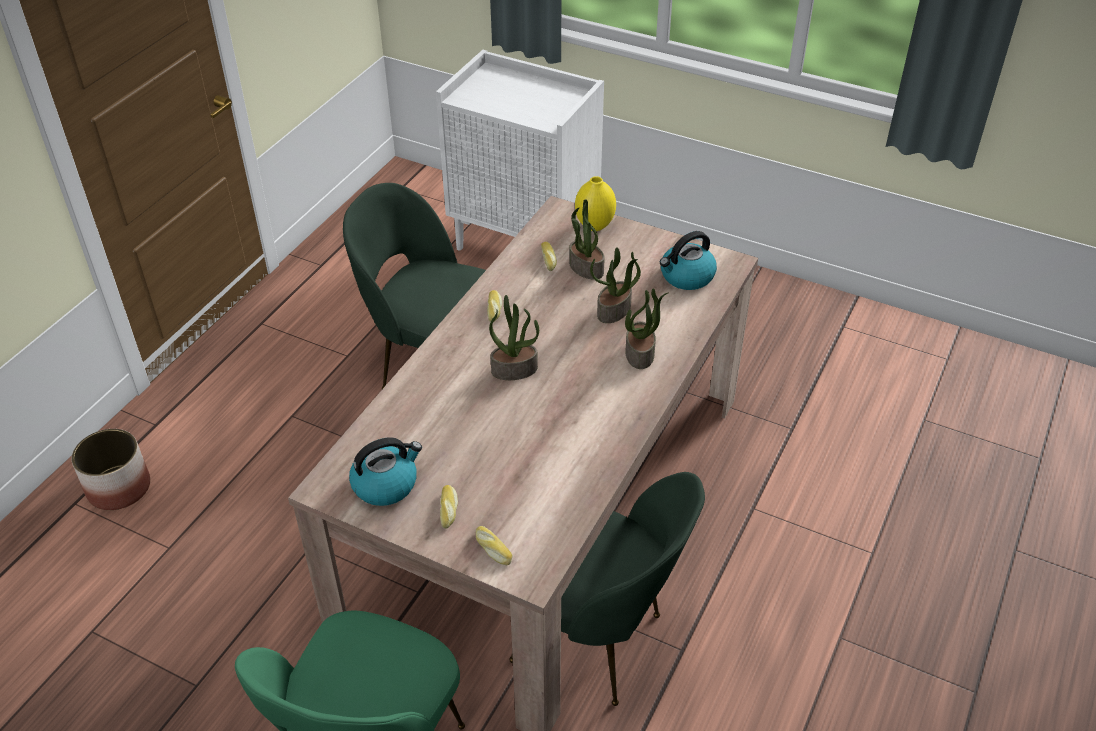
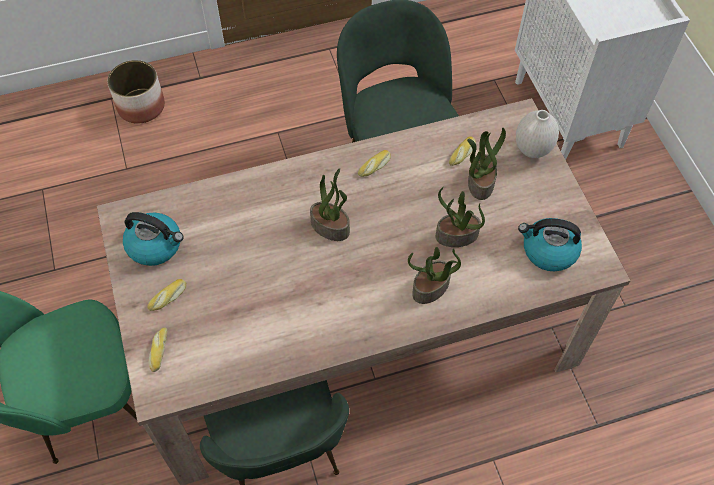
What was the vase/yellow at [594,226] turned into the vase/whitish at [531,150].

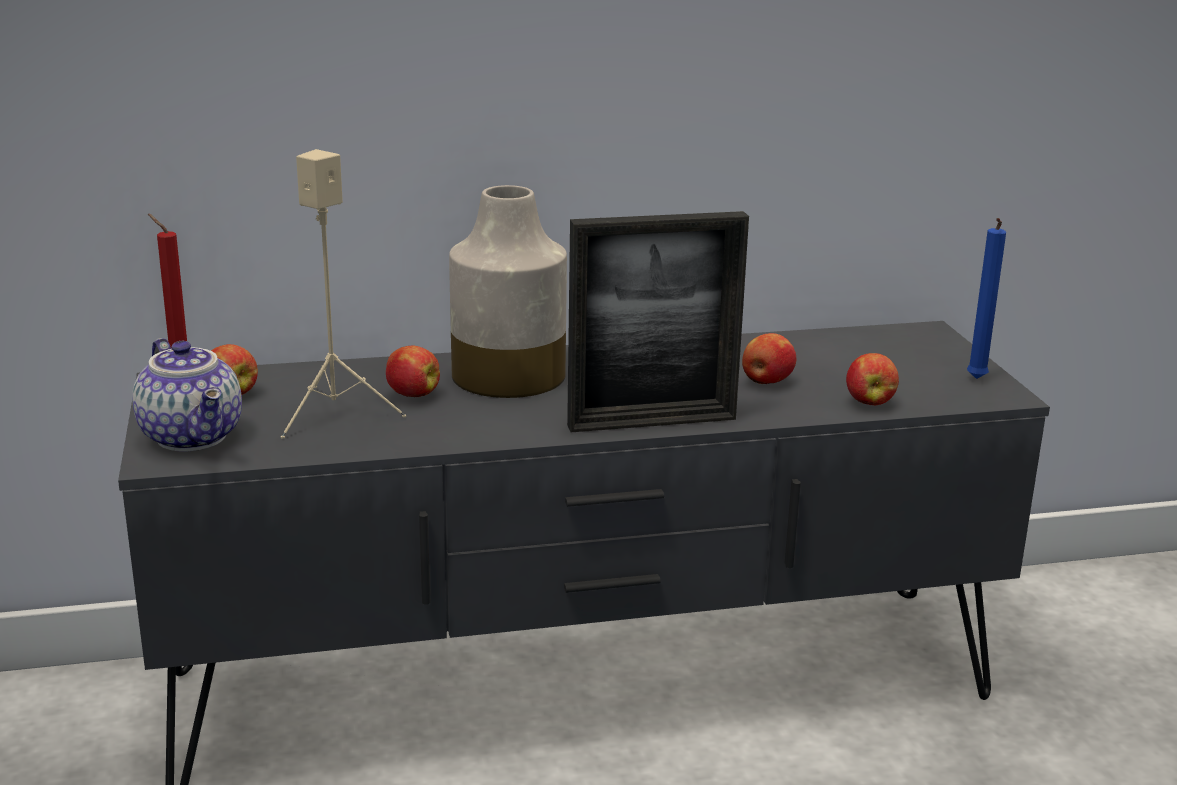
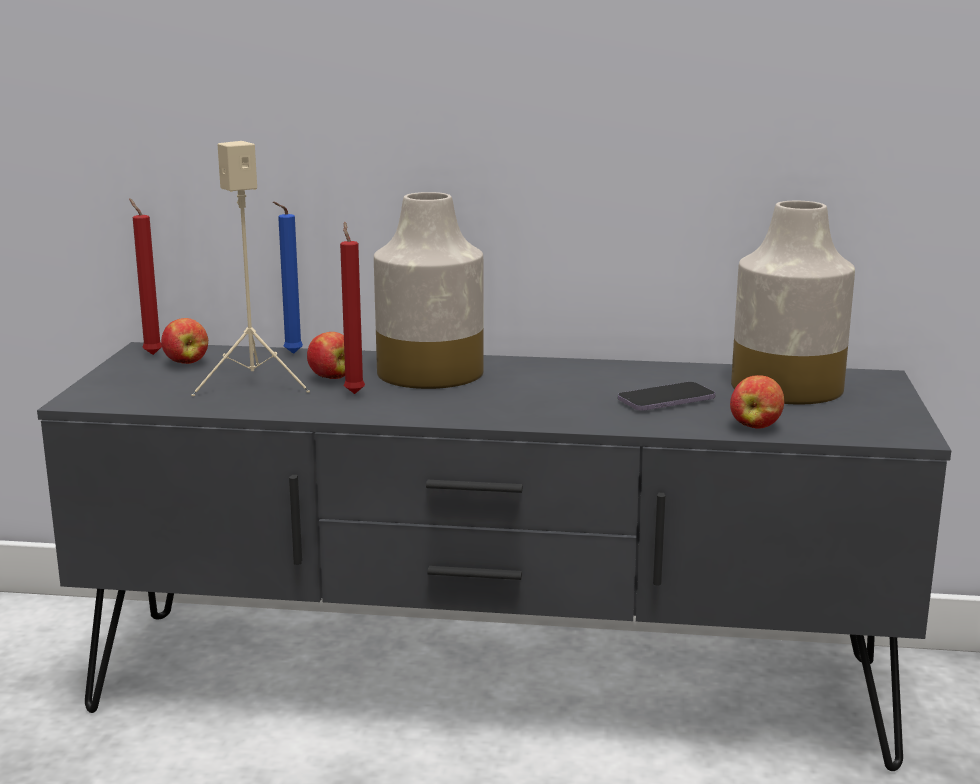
The second view lost the standing frame at [652,422]. The candle/blue ended up elsewhere, having gone from [975,380] to [290,354]. Where the whole apple stood at [766,382], the phone came to stand at [666,400]. The second view lost the tea pot at [194,437]. The second view gained the vase/sand-coloured at [785,385]. The second view gained the candle/red at [354,392].

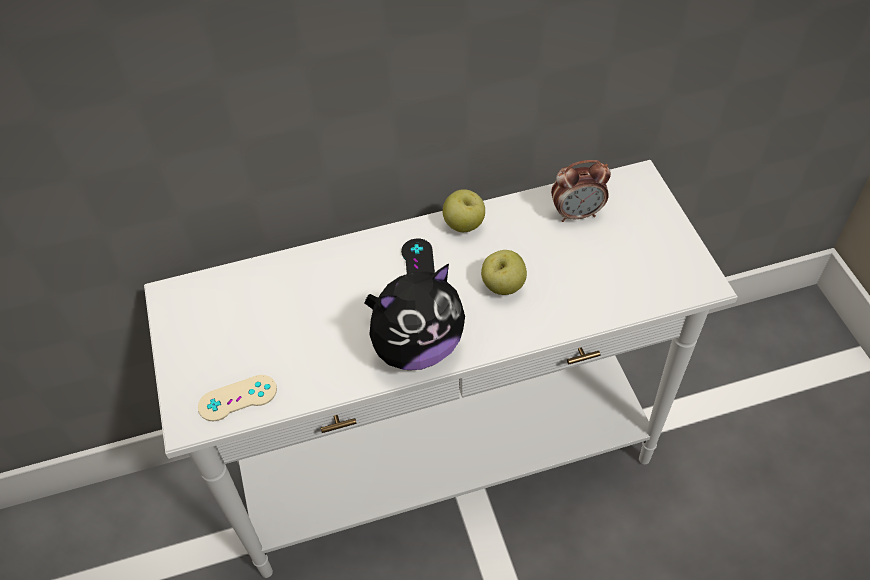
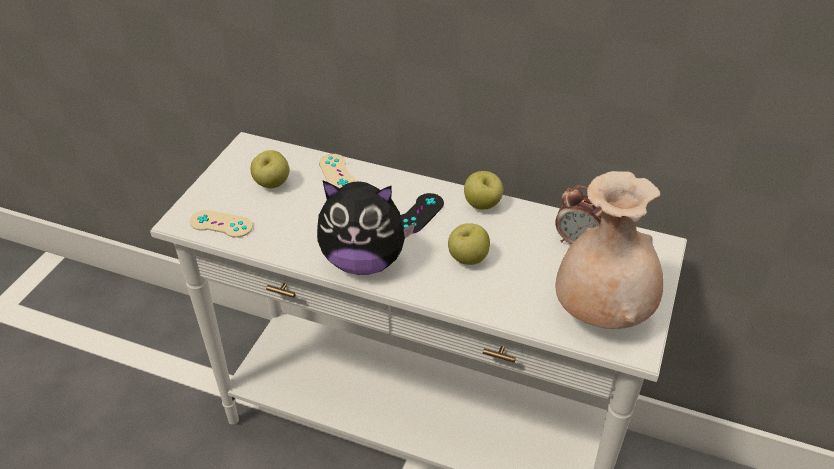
The second view gained the whole apple at [272,184]. The second view gained the gamepad/sand-coloured at [337,173]. The second view gained the vase/sand-coloured at [601,313].

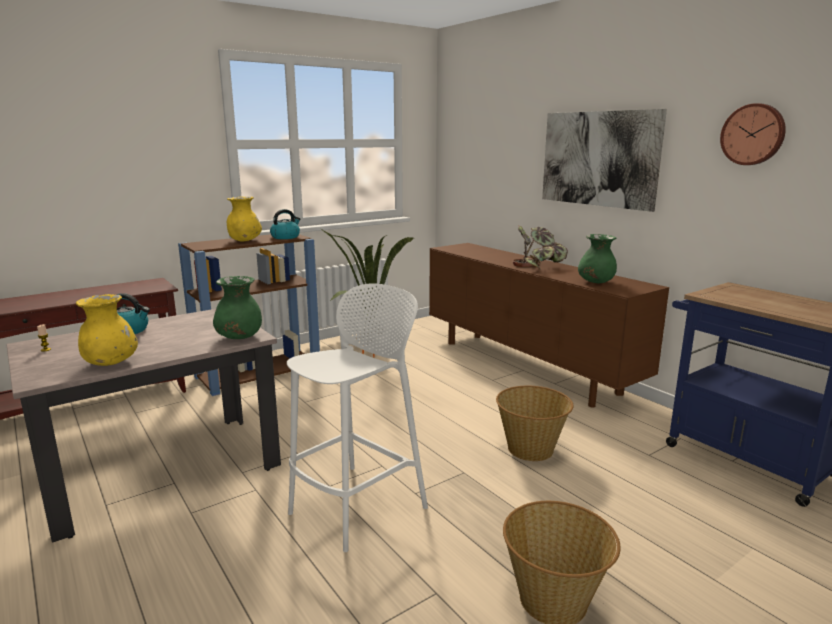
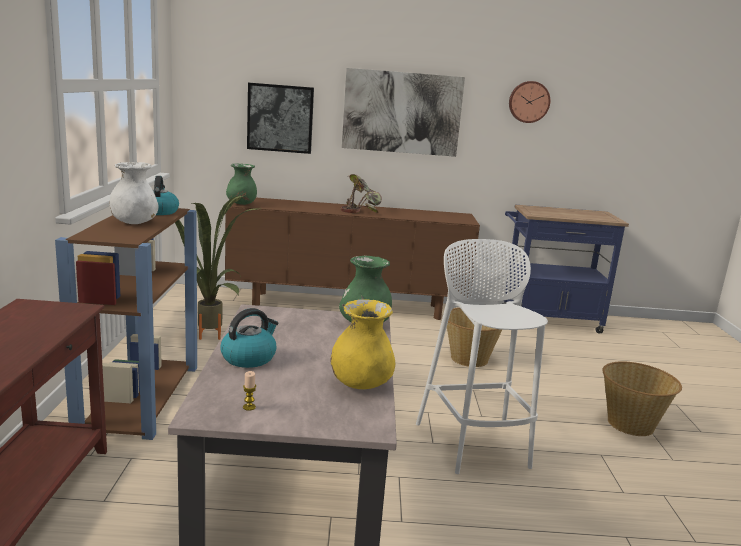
What was the vase/yellow at [244,240] turned into the vase/whitish at [134,223]. The vase/green ended up elsewhere, having gone from [595,282] to [241,204]. The second view gained the picture at [280,118].

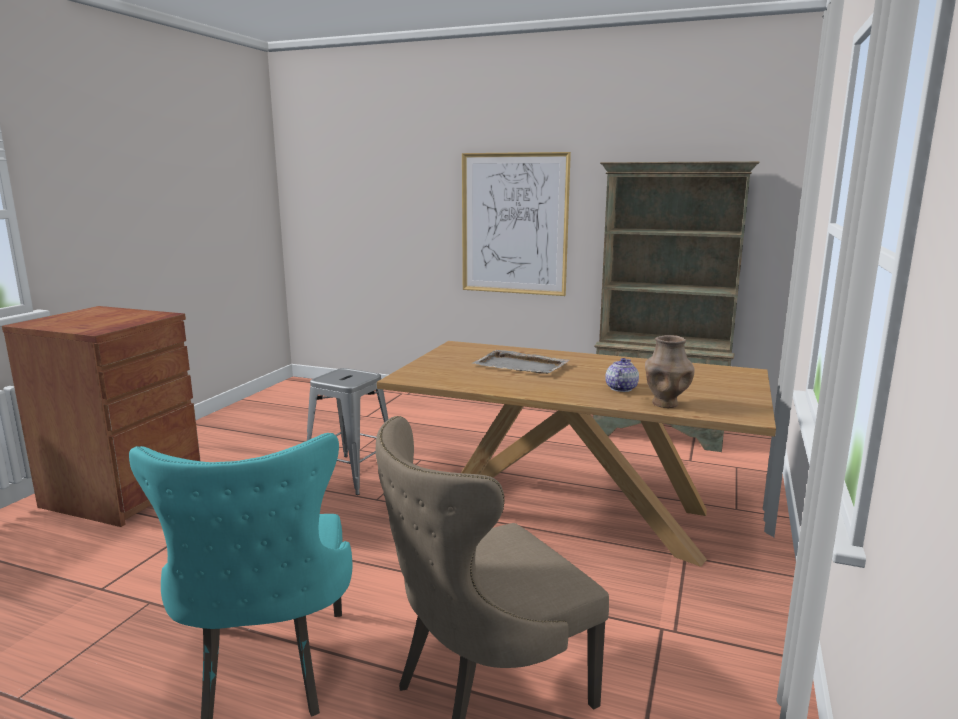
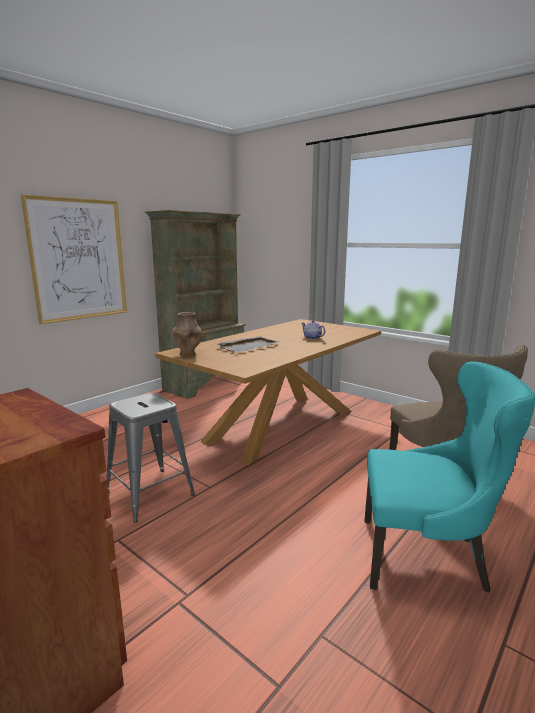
The vase/brownish ended up elsewhere, having gone from [665,404] to [188,354].

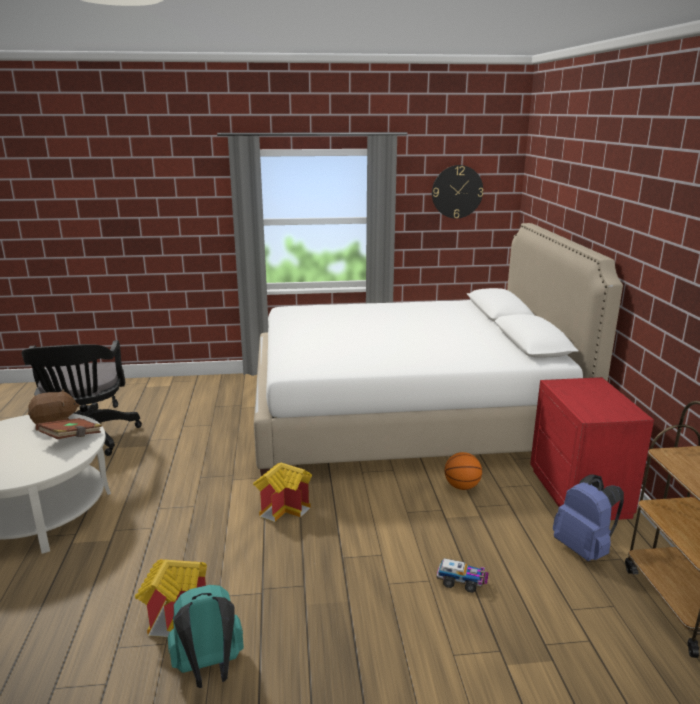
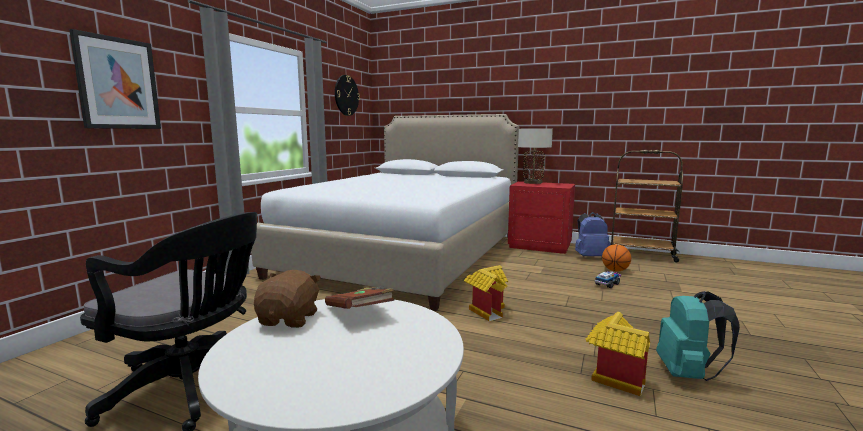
The basketball ball ended up elsewhere, having gone from [462,486] to [615,270]. The second view gained the picture at [118,83]. The second view gained the lamp for a table at [533,182].

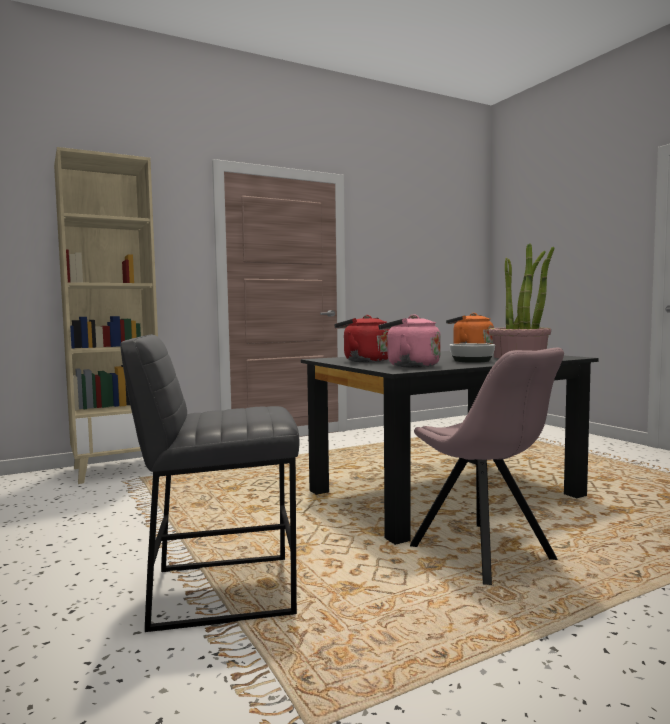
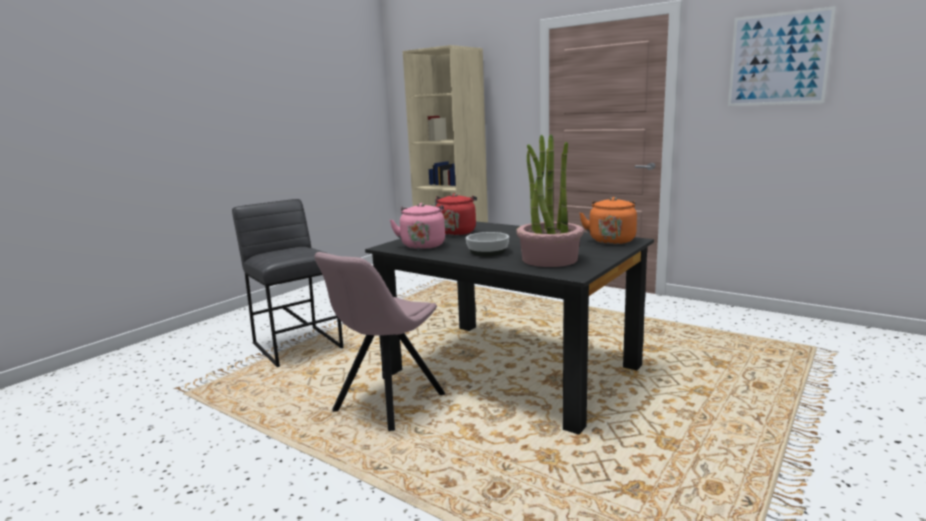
The second view gained the picture at [778,59].

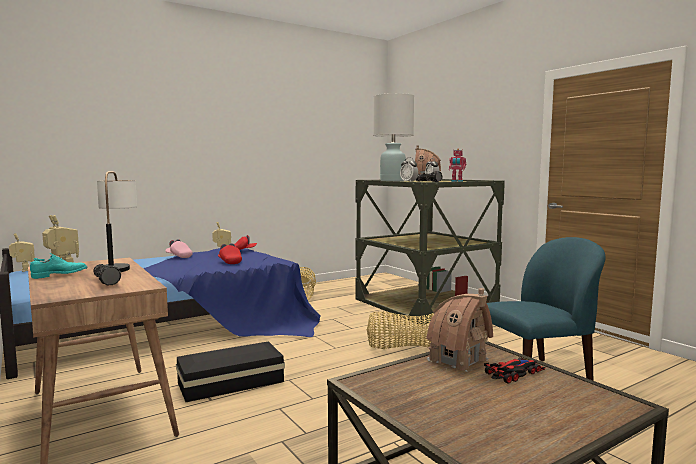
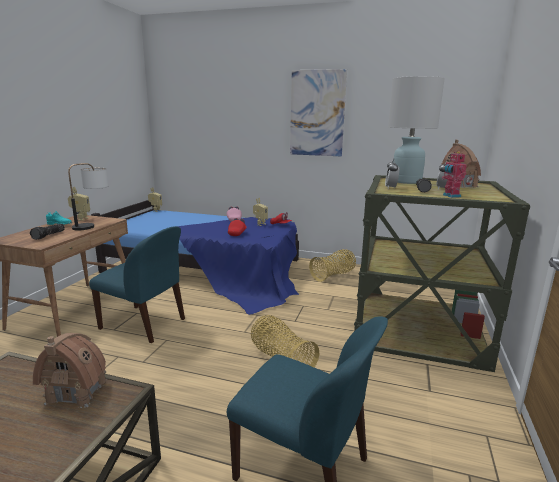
Where the storage box/black stood at [232,382], the upright chair/blue came to stand at [144,324]. The second view lost the toy car at [515,373]. The second view gained the picture at [317,113].

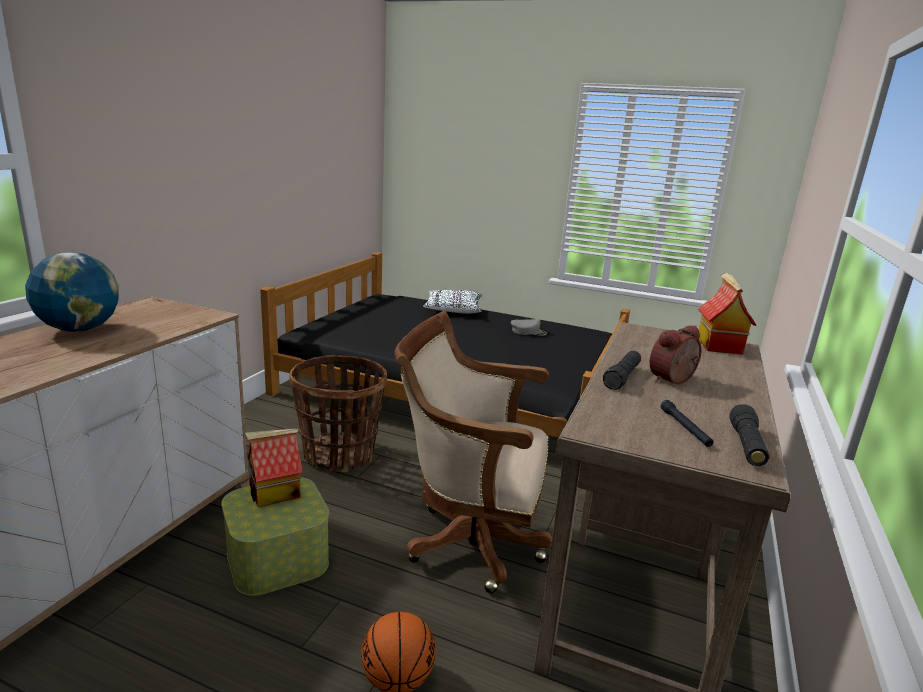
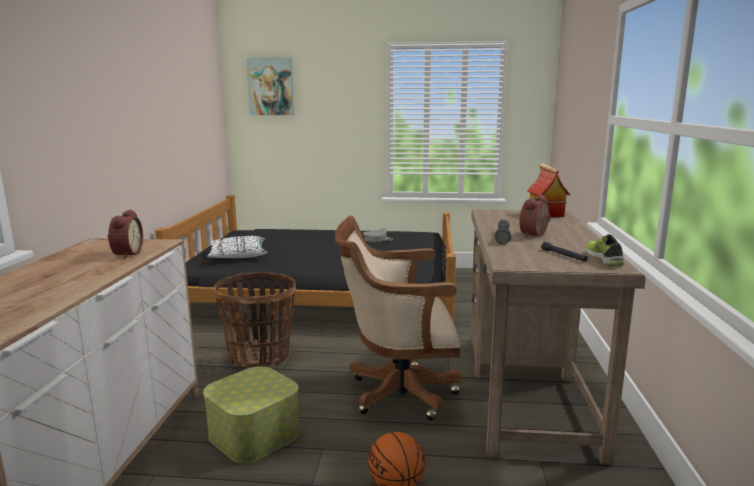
The second view lost the desk globe at [79,329]. The cushion/whitish ended up elsewhere, having gone from [453,309] to [238,255]. Where the hand torch/black stood at [746,446], the shoe came to stand at [605,258]. The second view lost the miniature house at [274,493]. The second view gained the picture at [271,86]. The second view gained the bedside clock at [126,254].

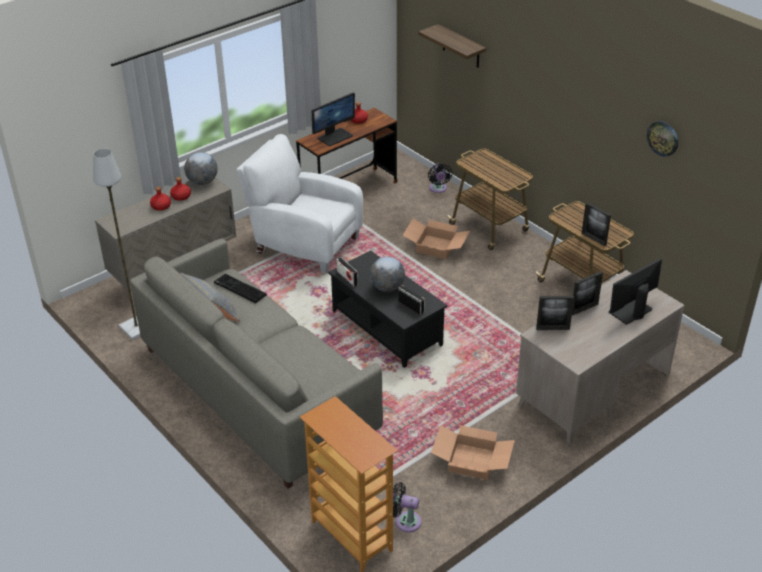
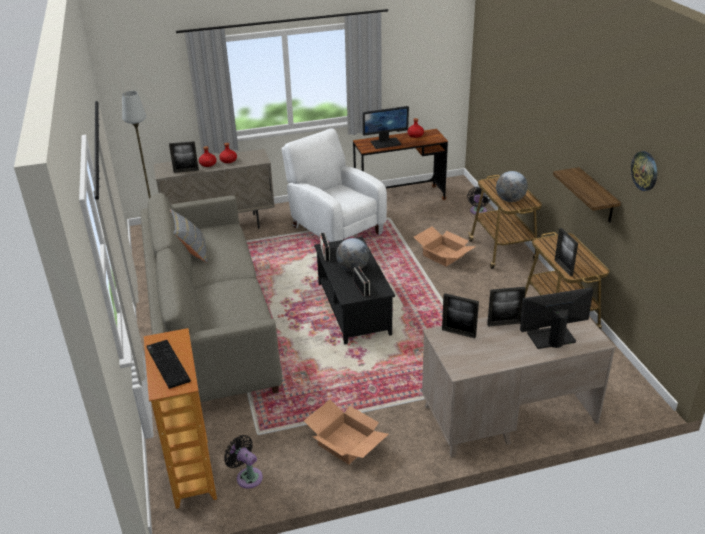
The wall shelf ended up elsewhere, having gone from [461,47] to [597,196]. The desk globe ended up elsewhere, having gone from [202,182] to [510,200]. The computer keyboard ended up elsewhere, having gone from [239,289] to [166,364]. The second view gained the standing frame at [186,171].

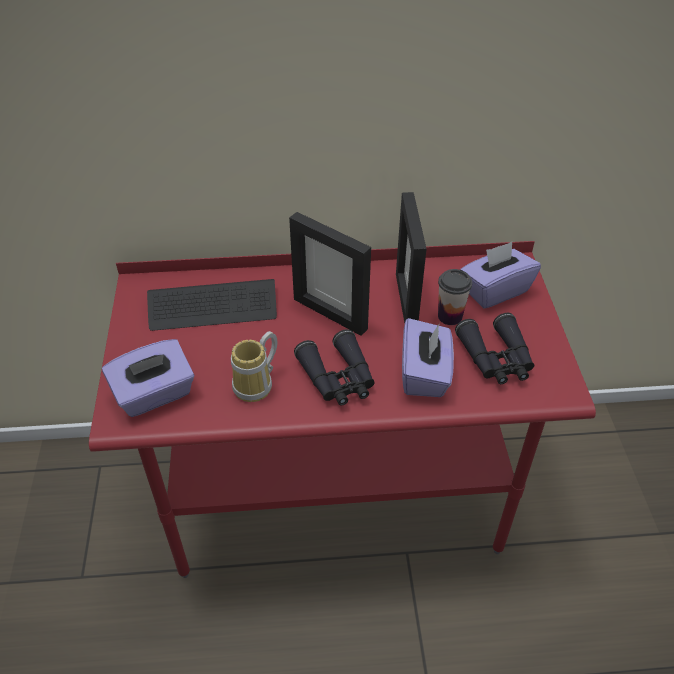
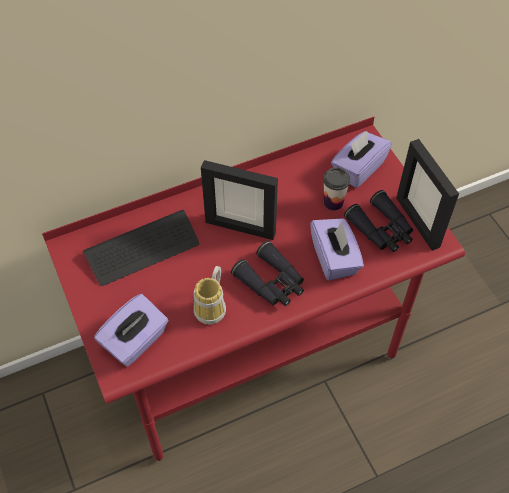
The standing frame ended up elsewhere, having gone from [408,301] to [419,221].

